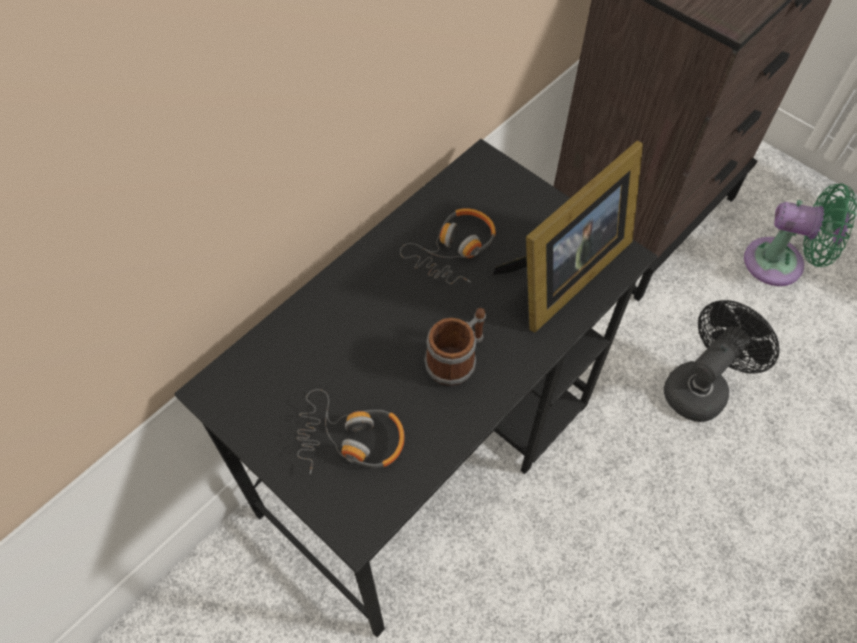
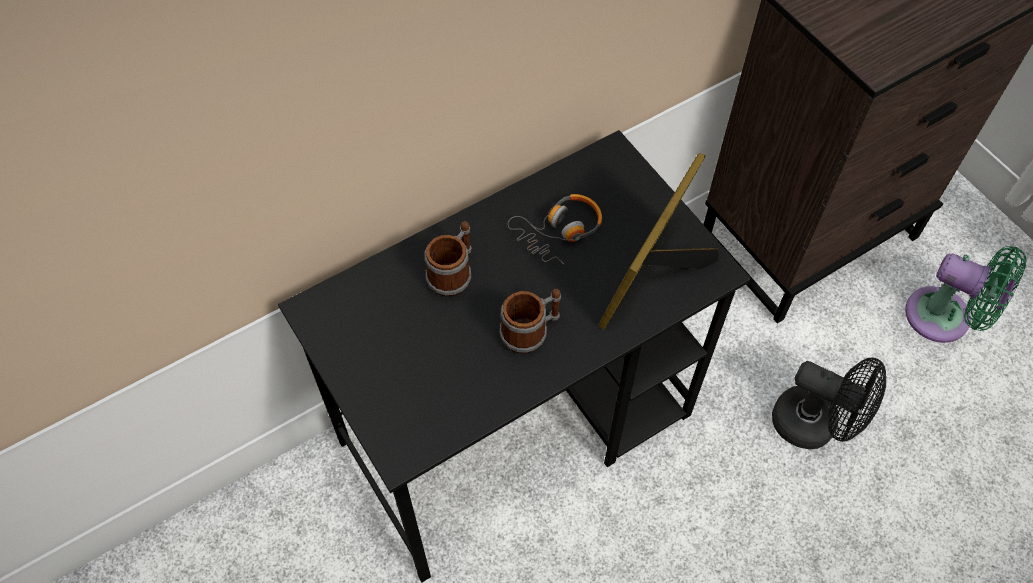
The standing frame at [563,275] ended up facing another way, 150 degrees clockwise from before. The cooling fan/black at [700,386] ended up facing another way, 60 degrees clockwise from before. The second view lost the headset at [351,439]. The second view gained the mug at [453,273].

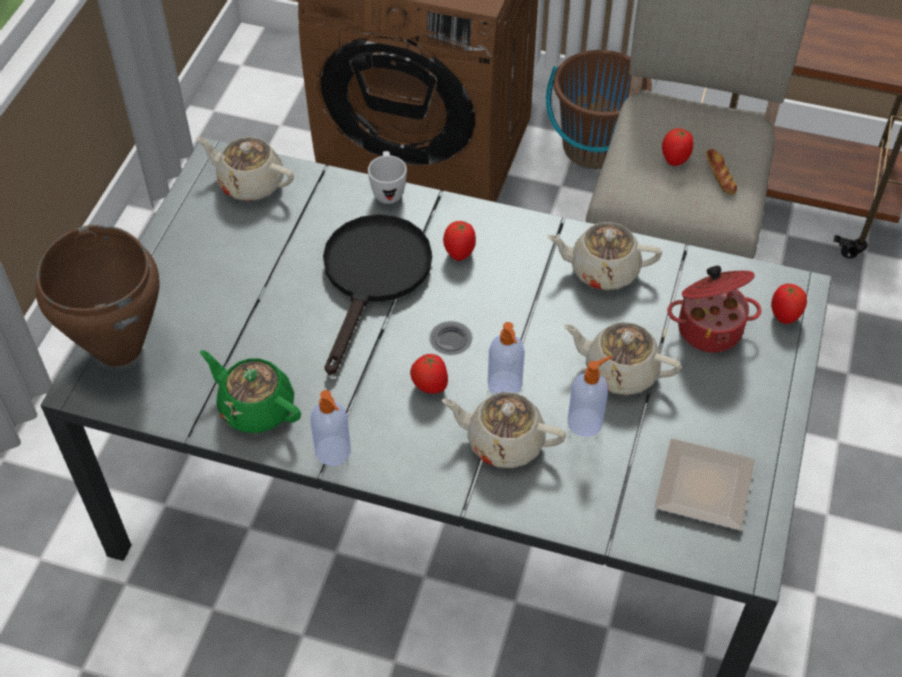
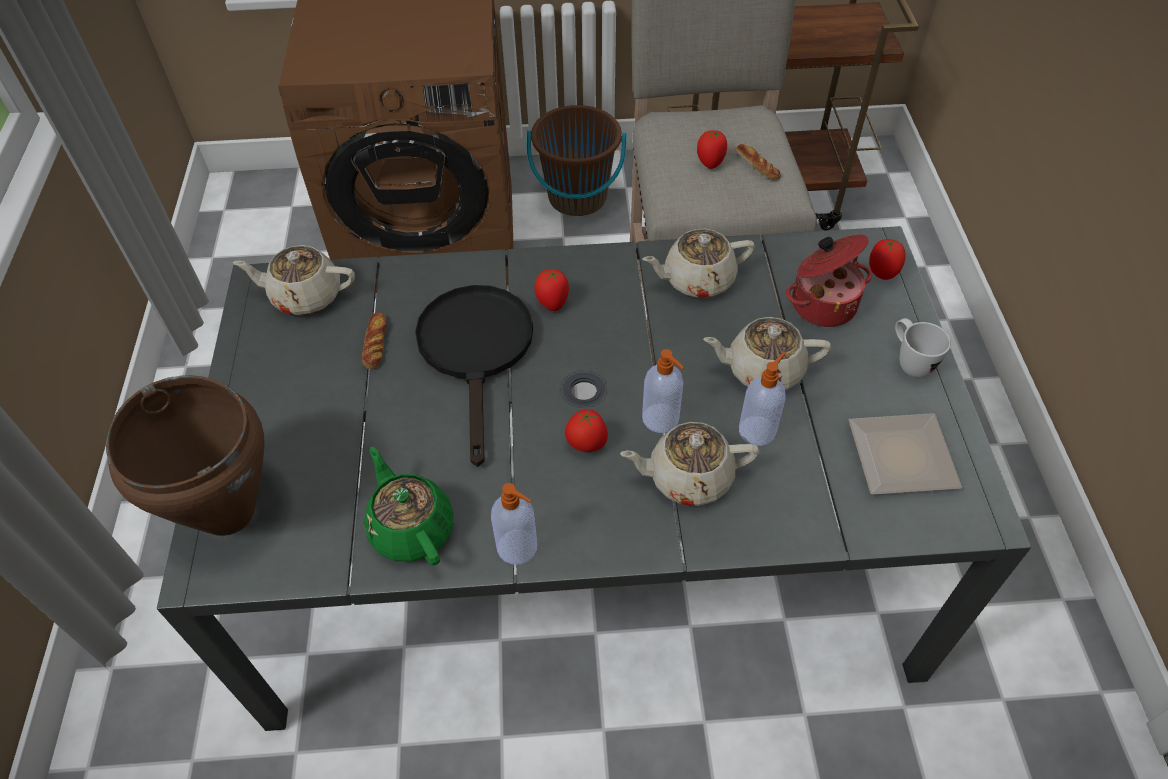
The mug/whitish ended up elsewhere, having gone from [388,191] to [909,361]. The tea pot/green at [255,407] ended up facing another way, 45 degrees clockwise from before. The second view gained the bakery bread at [375,343].

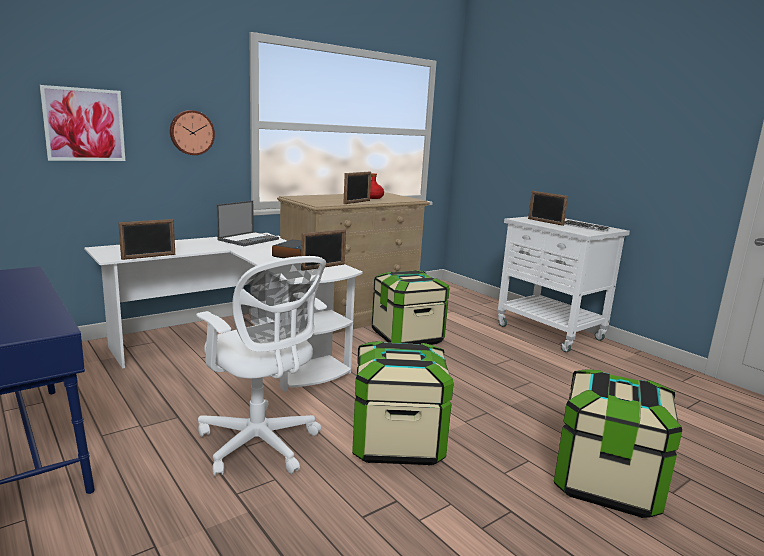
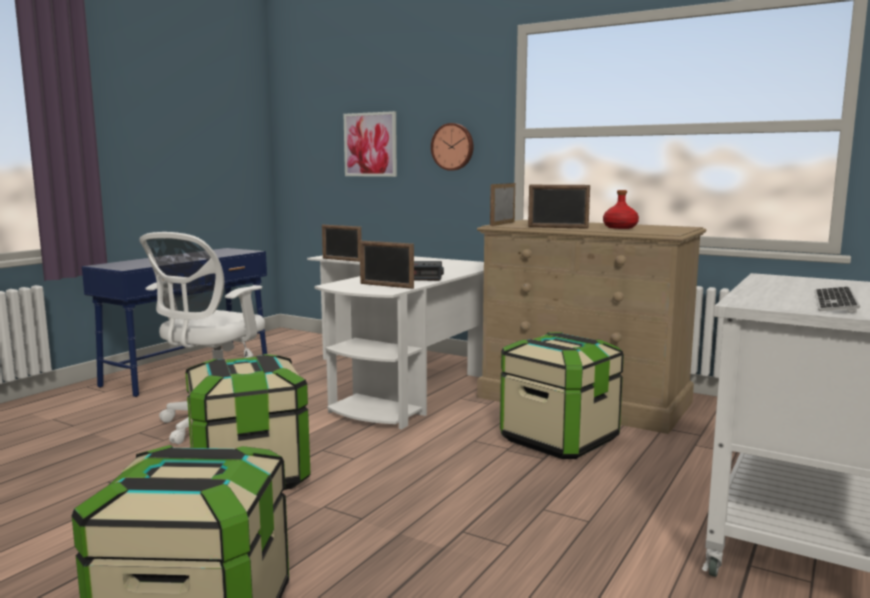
The standing frame ended up elsewhere, having gone from [545,222] to [502,224]. The second view lost the notebook computer at [248,239].

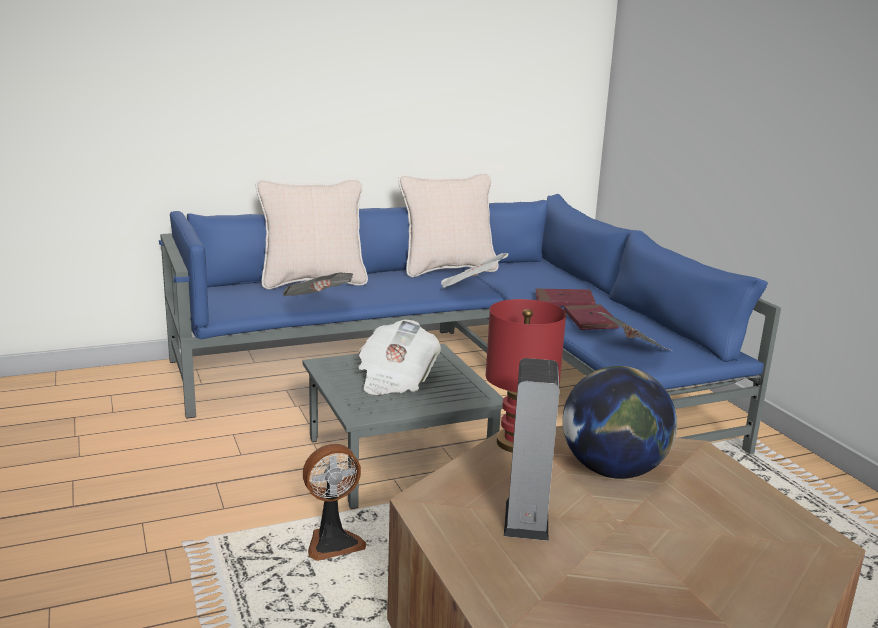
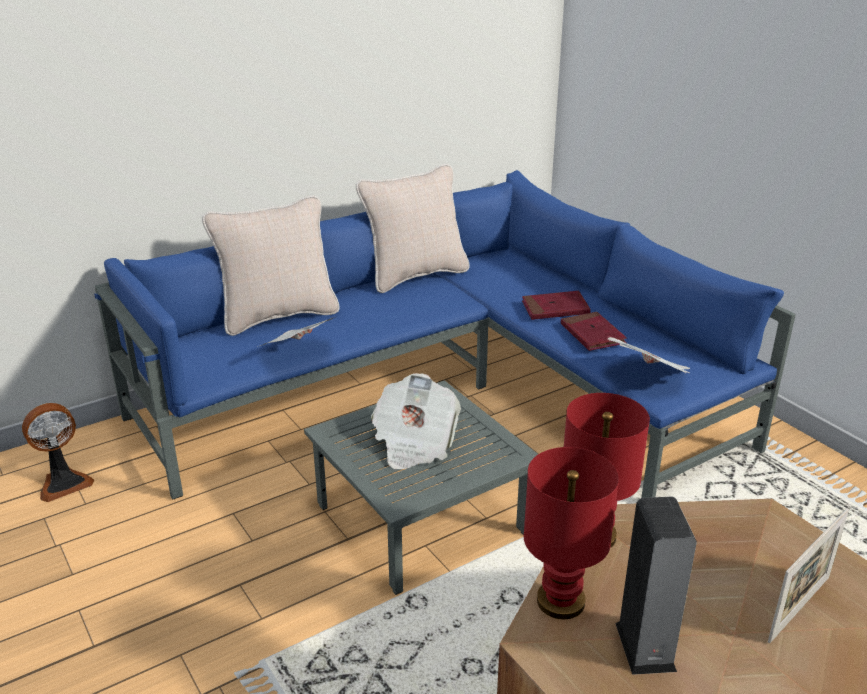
The second view lost the daily paper at [470,288]. The second view lost the desk globe at [612,471]. The cooling fan ended up elsewhere, having gone from [333,543] to [63,483]. The second view gained the lamp for a table/red at [562,601]. The second view gained the standing frame at [799,608].

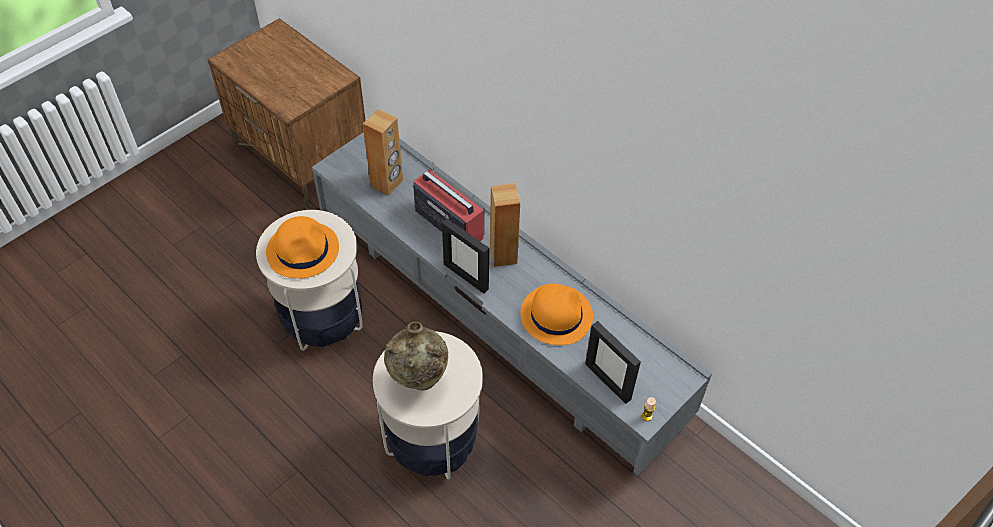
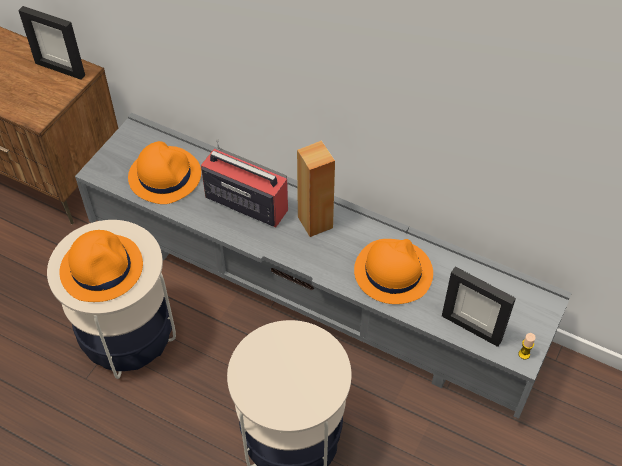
Where the loudspeaker/brownish stood at [387,183], the hat/orange came to stand at [164,175]. The standing frame ended up elsewhere, having gone from [466,276] to [60,68]. The second view lost the vase/sand-coloured at [419,382].

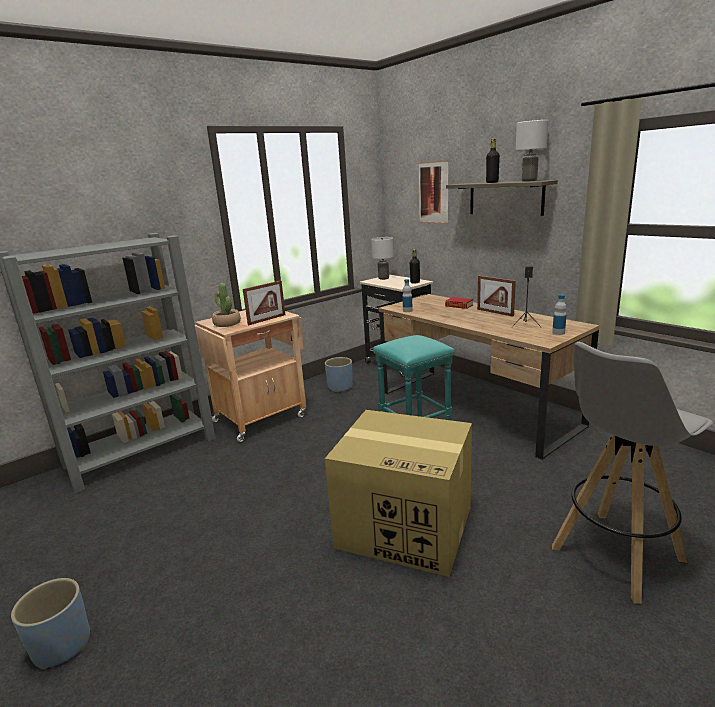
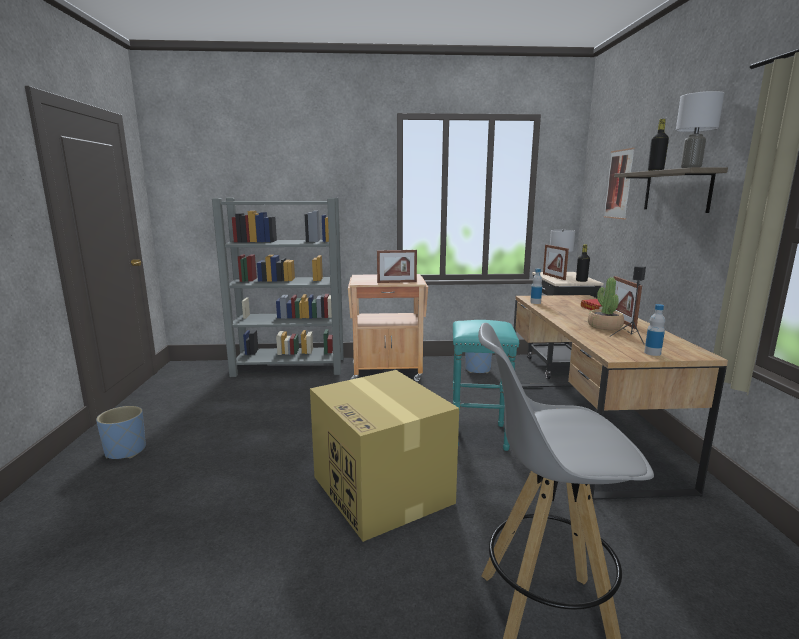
The potted plant ended up elsewhere, having gone from [227,323] to [604,326]. The second view gained the standing frame at [553,277].

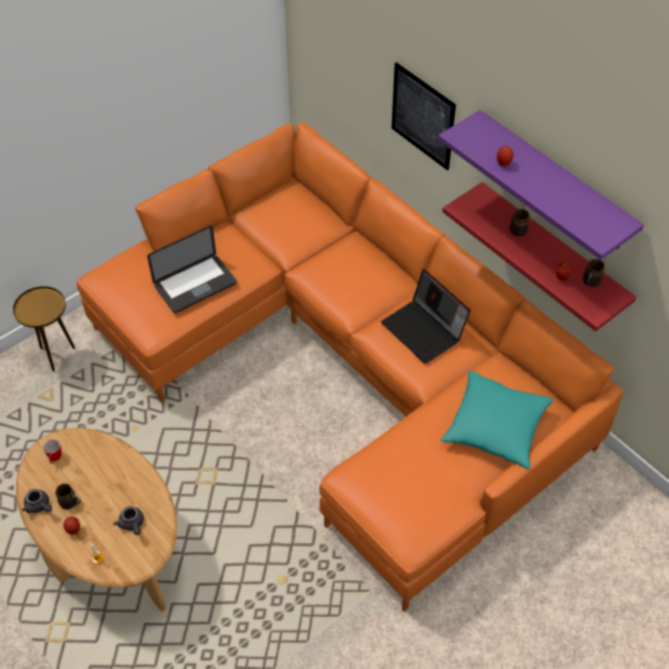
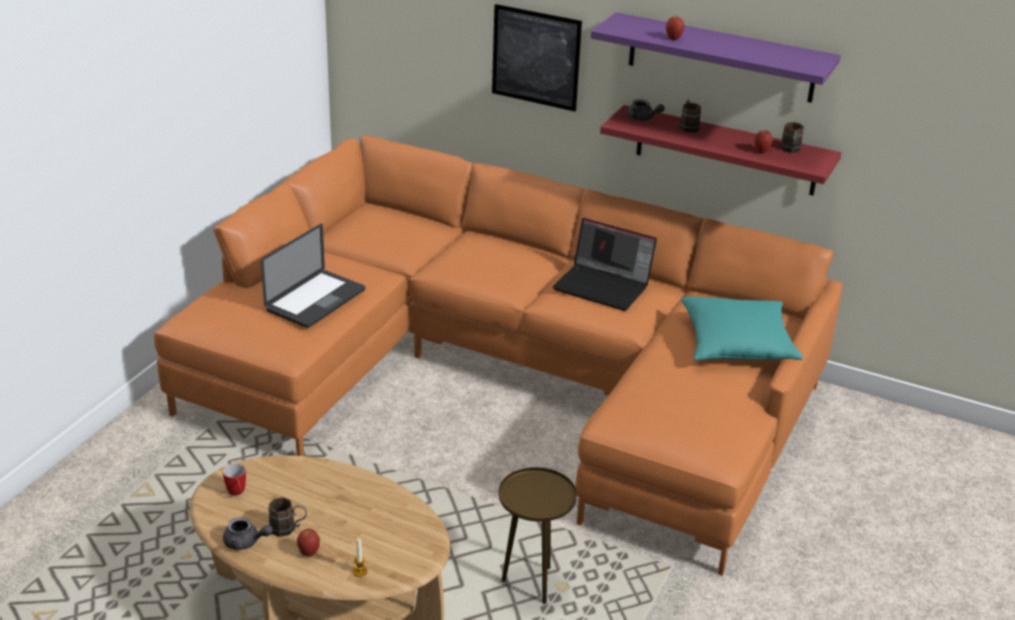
The end table/brownish ended up elsewhere, having gone from [56,355] to [532,584]. The tea pot/grey ended up elsewhere, having gone from [132,524] to [642,119].

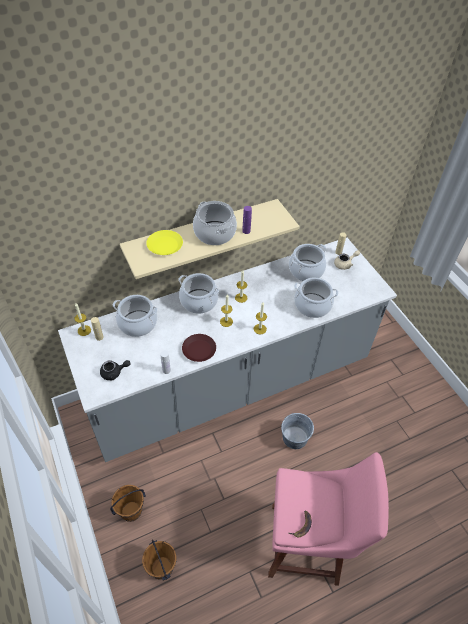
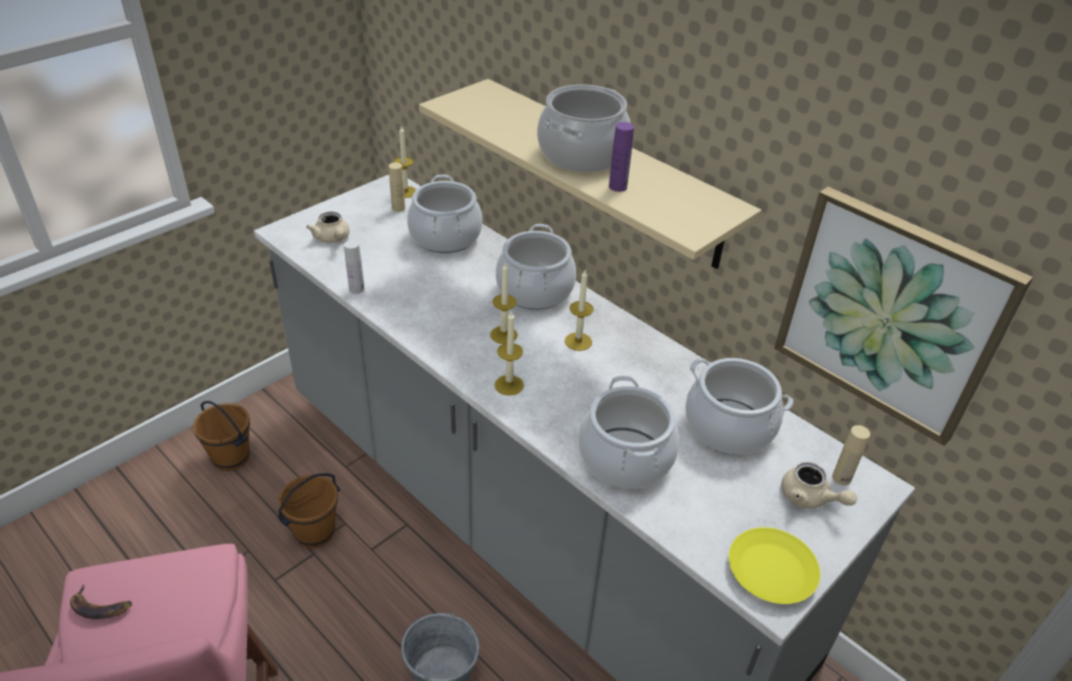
The dinner plate/yellow ended up elsewhere, having gone from [165,245] to [772,571]. The second view lost the dinner plate/brownish at [199,349]. What was the tea pot/black at [114,373] turned into the tea pot/sand-coloured at [333,239]. The bucket/brownish ended up elsewhere, having gone from [161,567] to [314,532]. The second view gained the picture at [890,314].

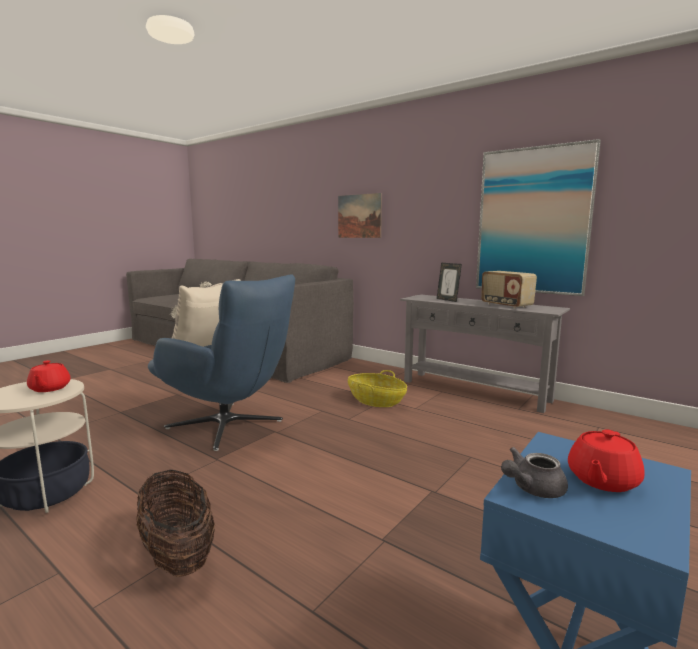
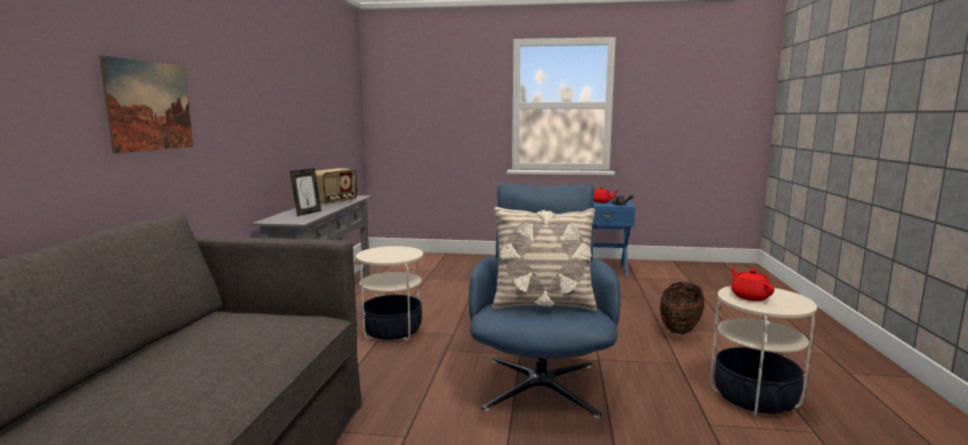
The second view lost the picture at [532,221]. The tea pot/red at [49,388] ended up facing another way, 60 degrees counterclockwise from before. Where the basket stood at [376,401], the end table/sand-coloured came to stand at [392,333].

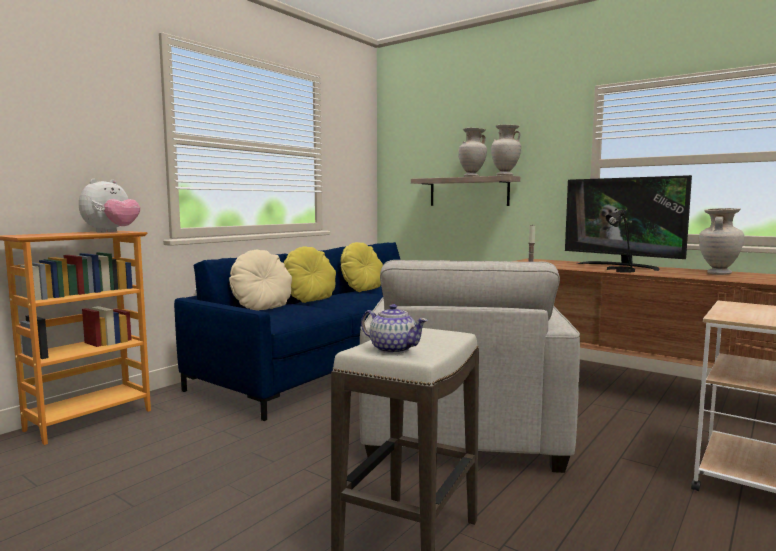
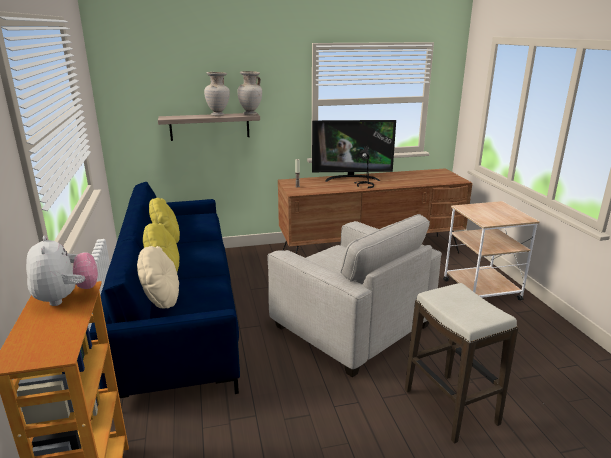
The second view lost the vase/sand-coloured at [718,273]. The second view lost the tea pot at [393,349].

